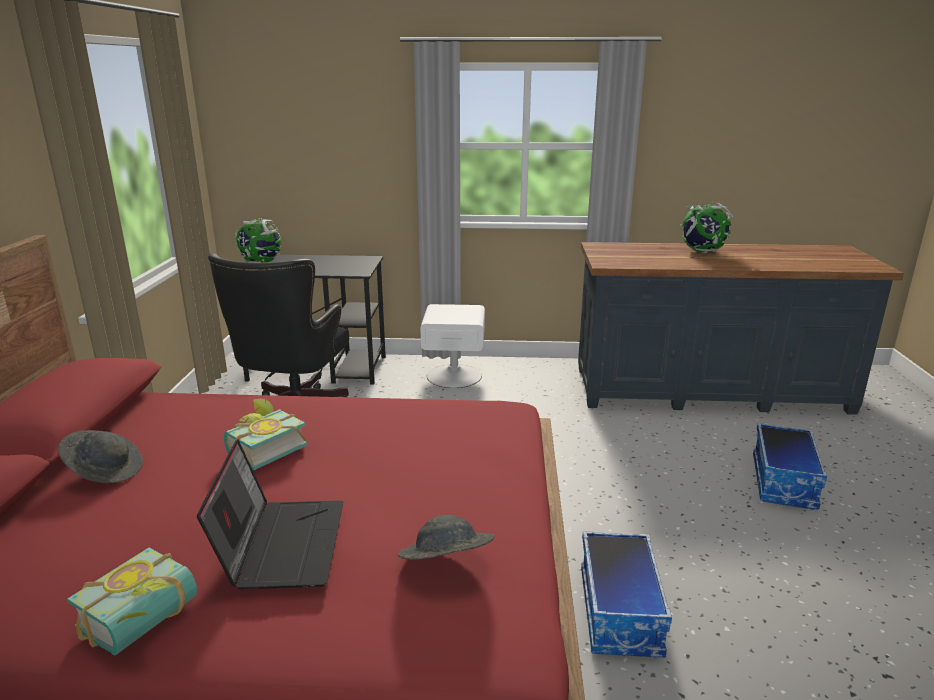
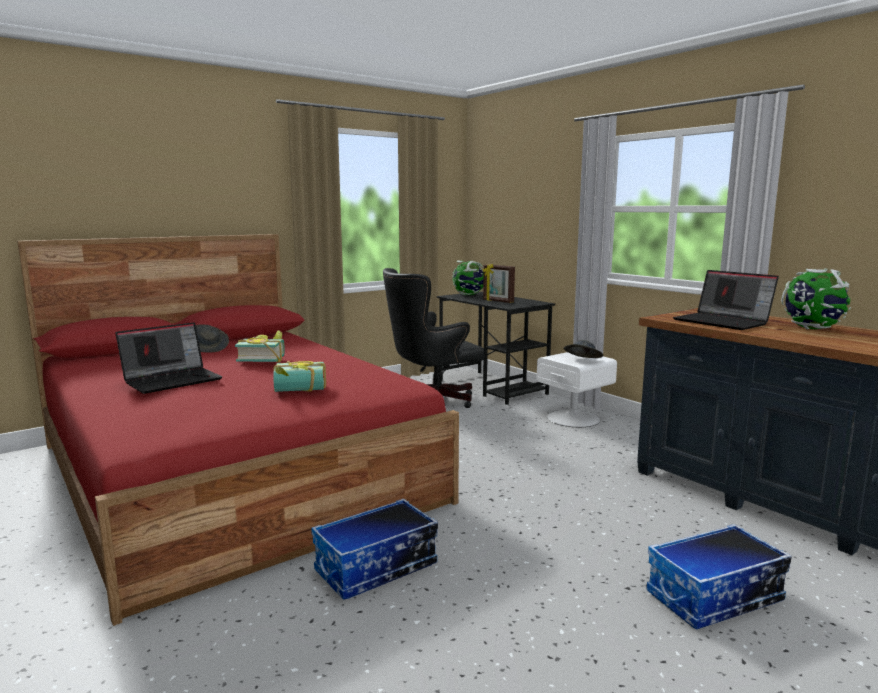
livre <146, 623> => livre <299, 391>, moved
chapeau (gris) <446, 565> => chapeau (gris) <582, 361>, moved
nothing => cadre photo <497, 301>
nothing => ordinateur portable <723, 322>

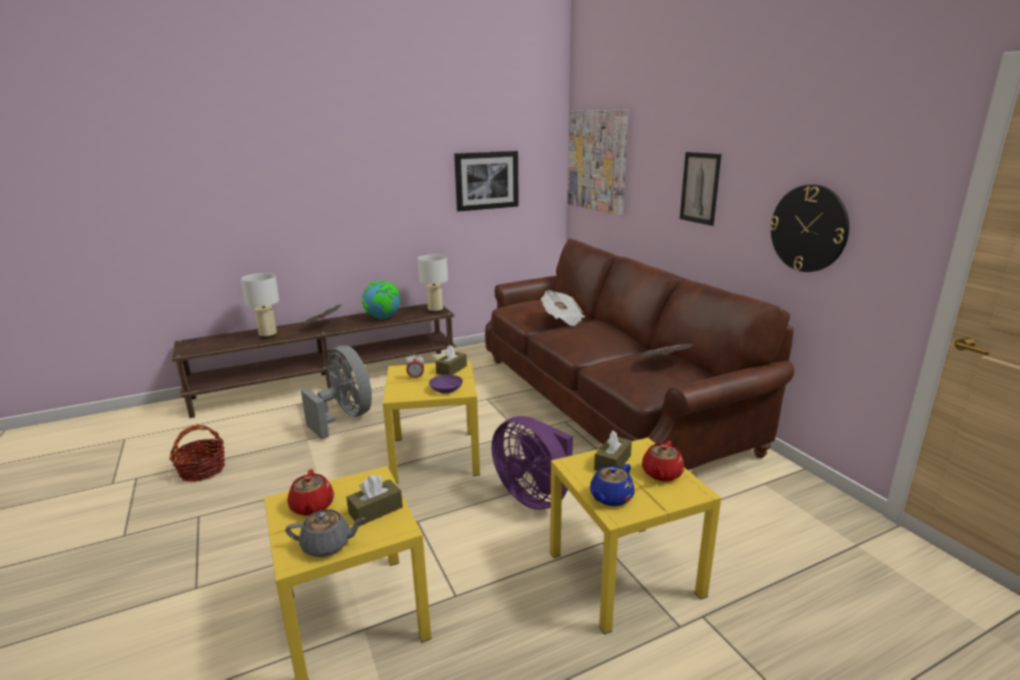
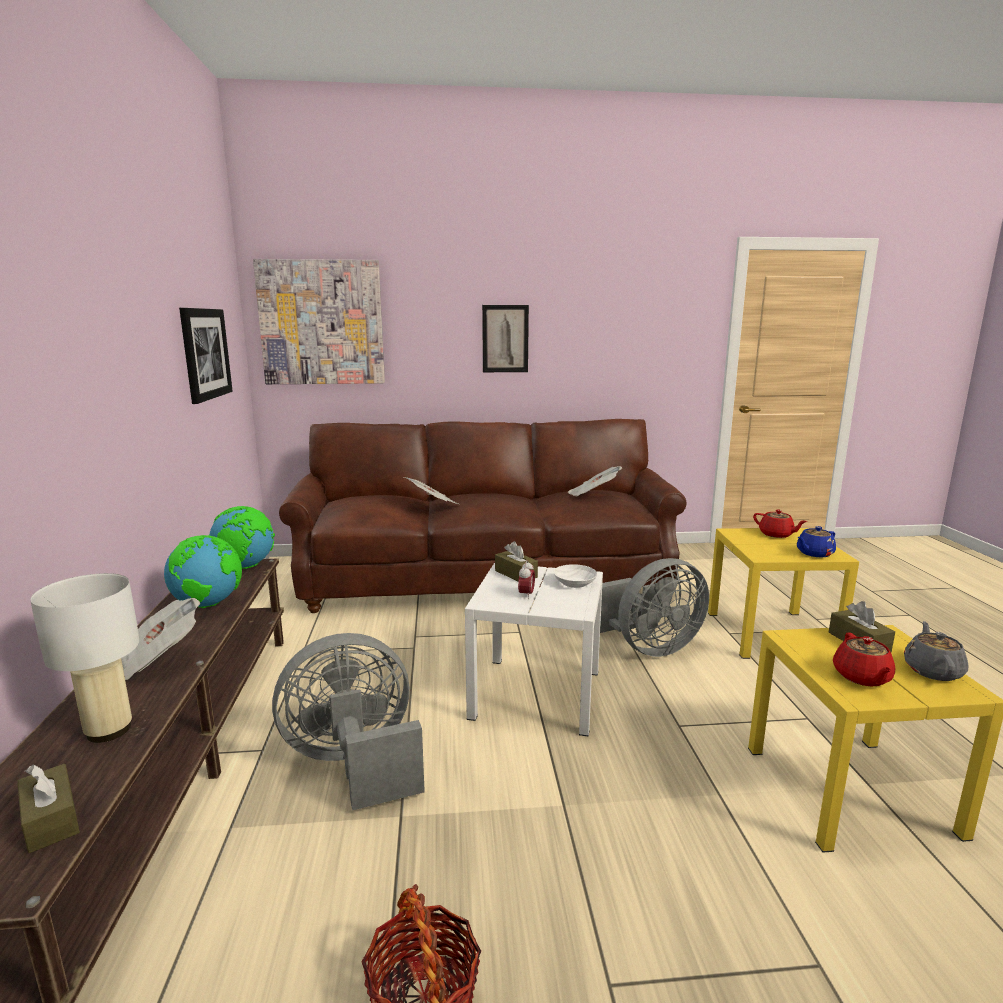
théière (rouge) <312, 507> => théière (rouge) <862, 677>, 90 degrees clockwise
table d'appoint (jaune) <436, 455> => table d'appoint (blanc) <535, 693>
lampe de table (blanc) <435, 311> => globe <245, 567>
bol (violet) <447, 389> => bol (blanc) <575, 582>
ventilateur (violet) <535, 495> => ventilateur (gris) <649, 648>
théière (bleu) <610, 497> => théière (bleu) <814, 553>, 90 degrees clockwise
boîte à mouchoirs (marron) <612, 462> => boîte à mouchoirs (marron) <51, 820>, moved
horloge murale <808, 228> => nothing

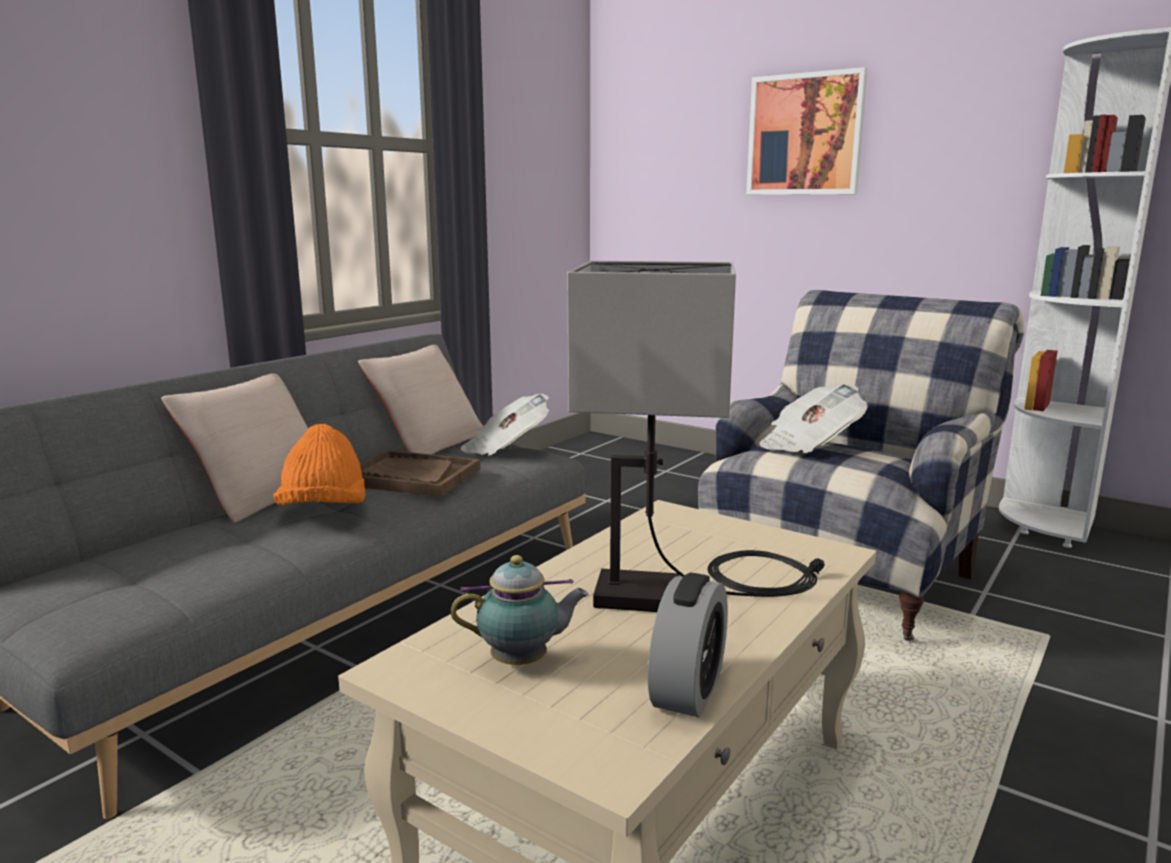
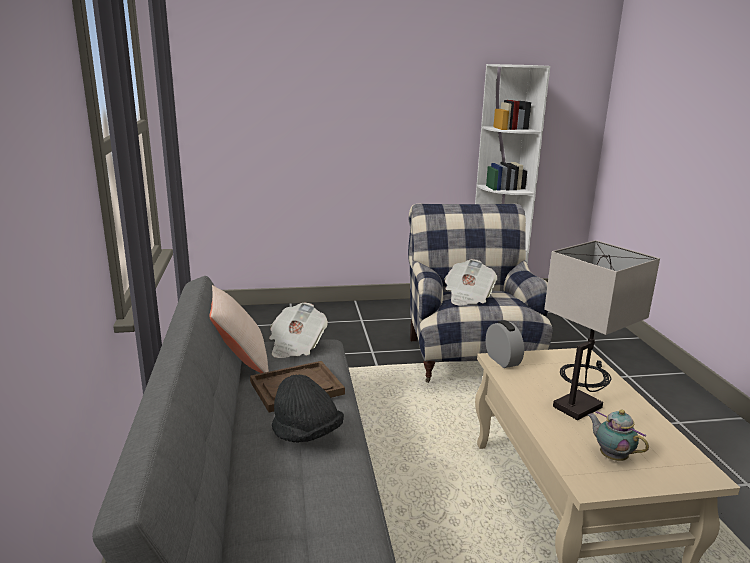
coussin (beige) <262, 494> => nothing
chapeau (orange) <324, 511> => chapeau (noir) <306, 434>
théière <523, 662> => théière <611, 456>, 75 degrees counterclockwise
réveil <688, 690> => réveil <502, 360>, moved
tableau <805, 135> => nothing

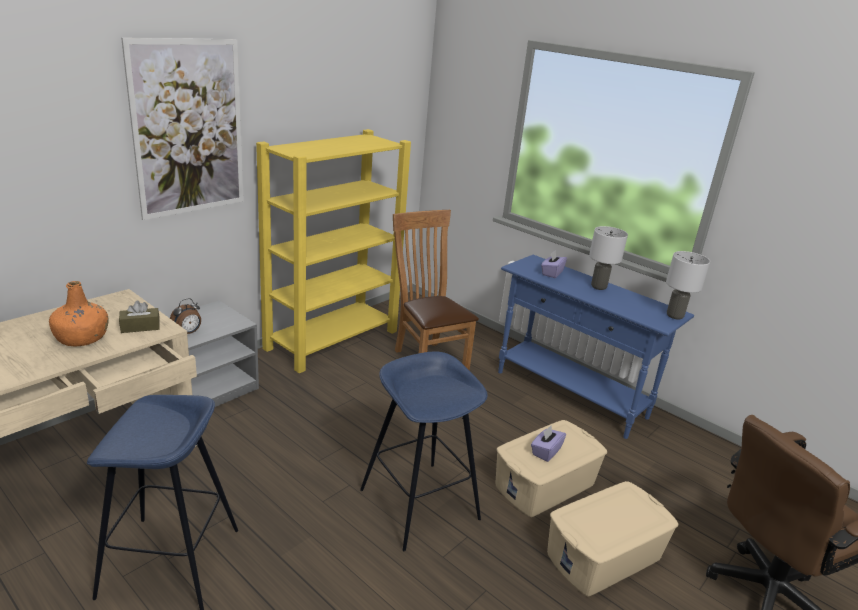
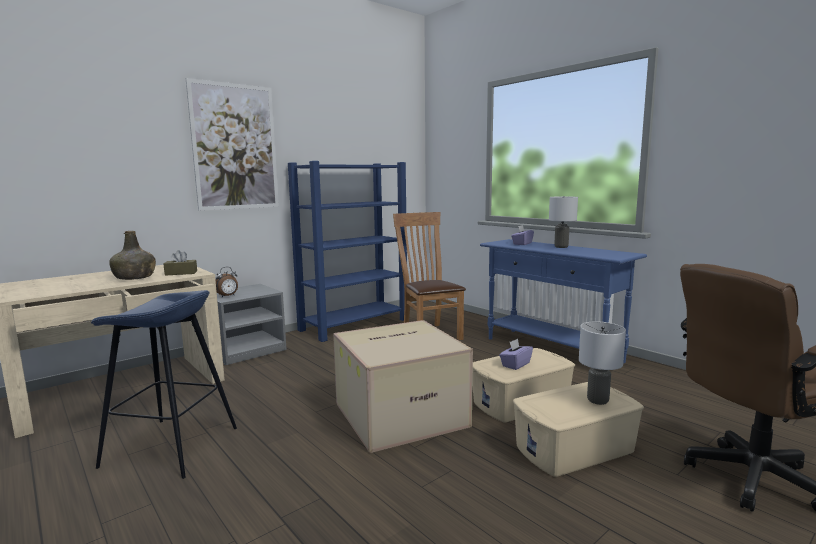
bouteille (orange) <82, 338> => bouteille (vert) <134, 277>
bibliothèque (jaune) <332, 340> => bibliothèque (bleu) <354, 325>
tabouret (bleu) <419, 503> => carton <401, 413>
lampe de table (blanc) <674, 315> => lampe de table (blanc) <597, 400>, moved

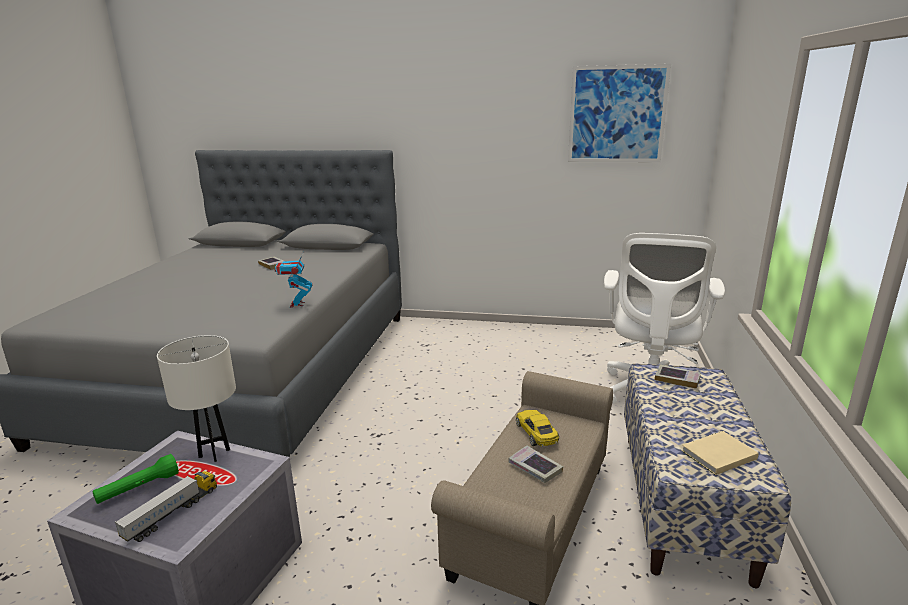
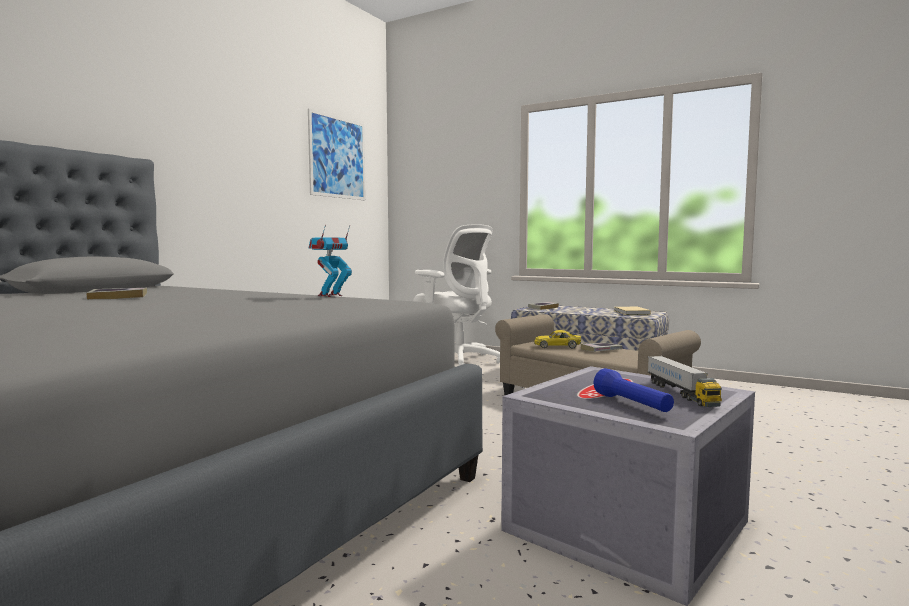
lampe de poche (vert) <138, 489> => lampe de poche (bleu) <632, 405>
camion jouet <172, 514> => camion jouet <681, 393>, 150 degrees counterclockwise
lampe de table (blanc) <214, 453> => nothing
robot jouet <297, 304> => robot jouet <330, 296>, 120 degrees clockwise

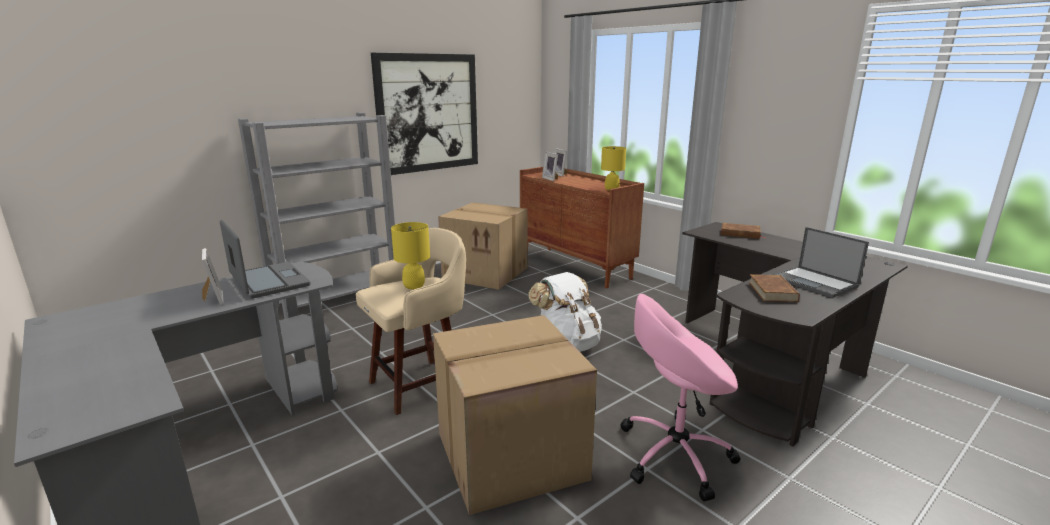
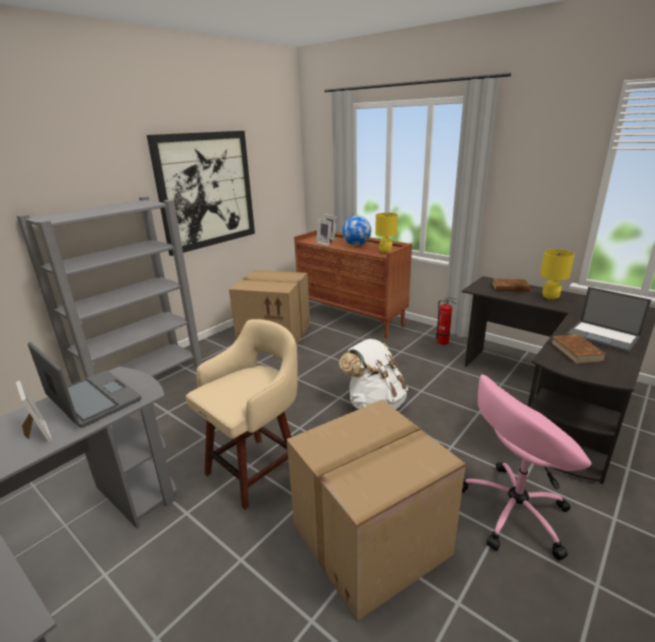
lampe de table (jaune) <413, 287> => lampe de table (jaune) <550, 298>, moved
nothing => globe <356, 245>
nothing => extincteur <444, 342>

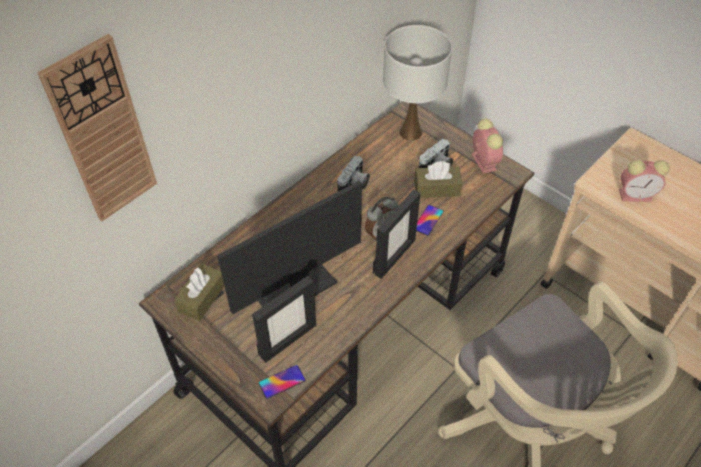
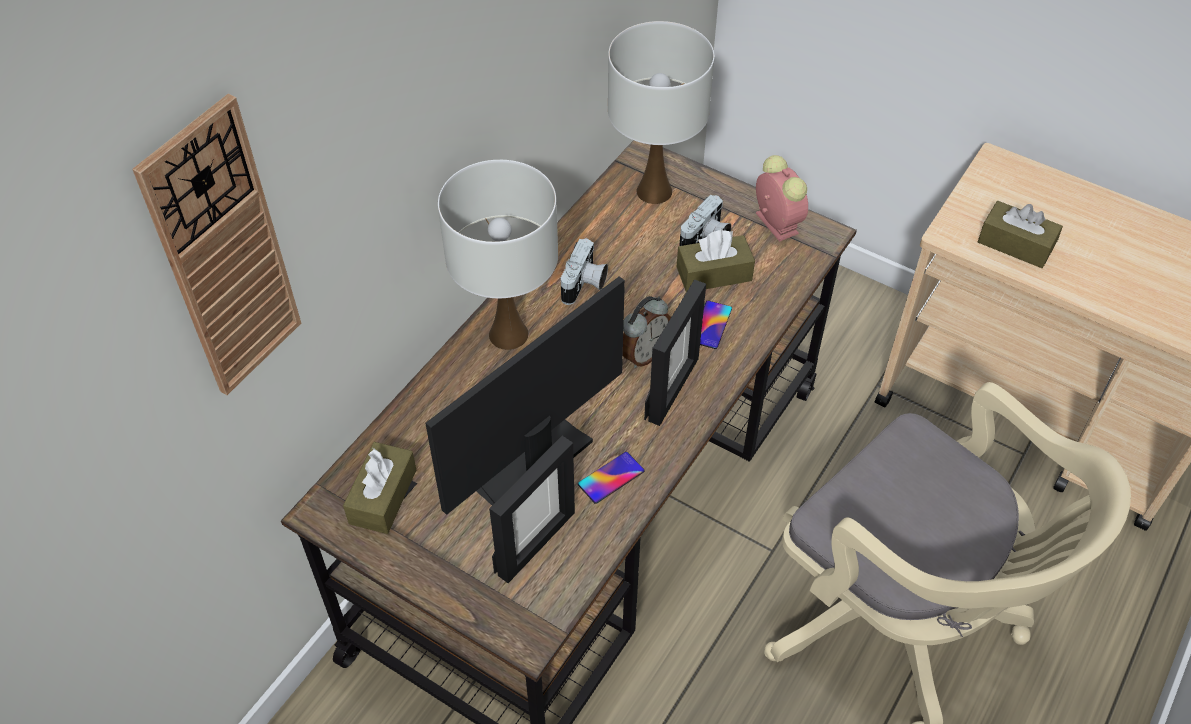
téléphone <282, 382> => téléphone <611, 478>, moved
réveil <636, 195> => boîte à mouchoirs (marron) <1015, 244>
nothing => lampe de table (blanc) <508, 335>

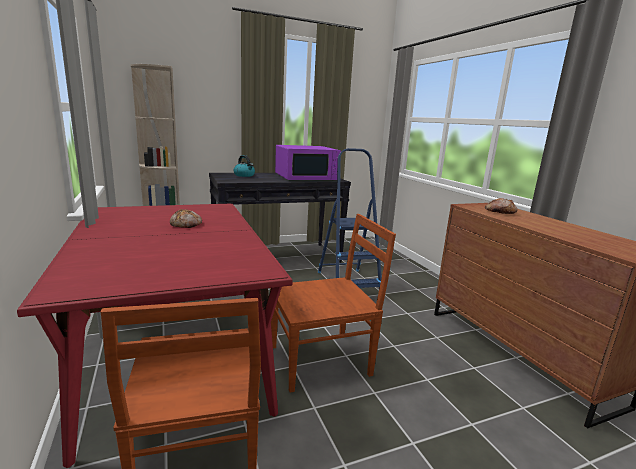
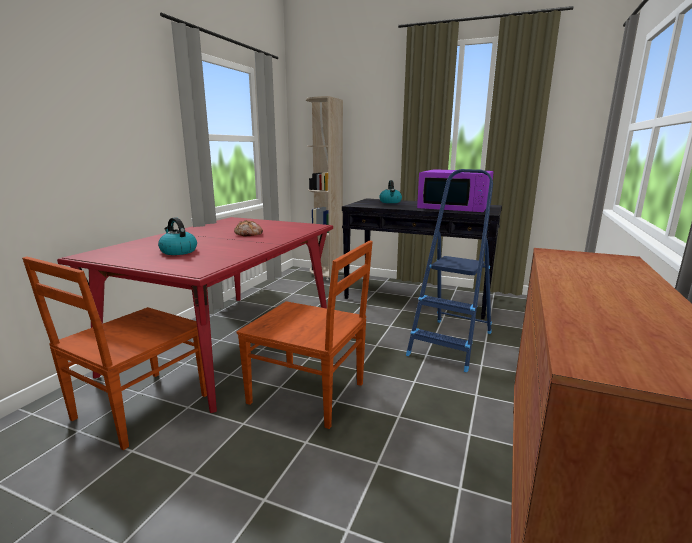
pain <499, 212> => nothing
nothing => bouilloire <178, 251>

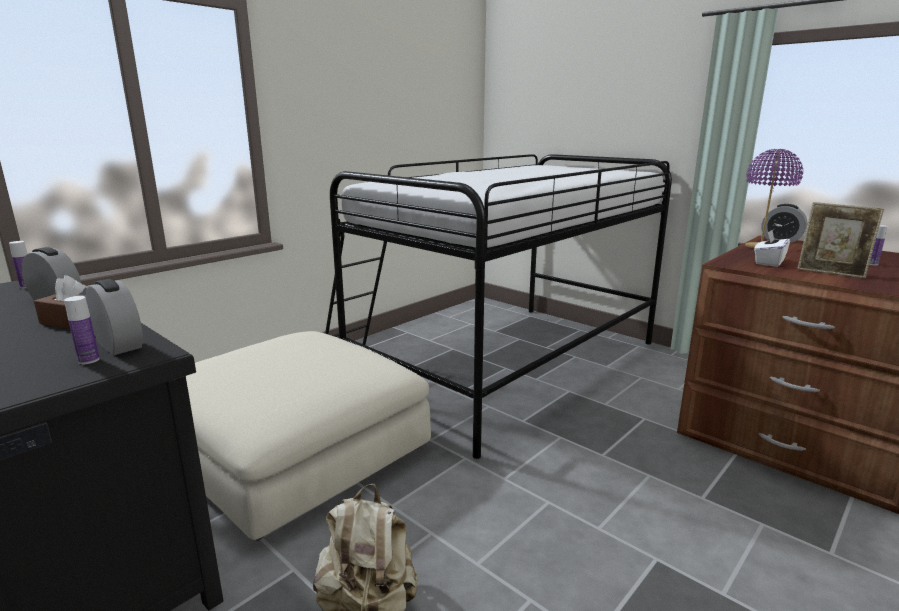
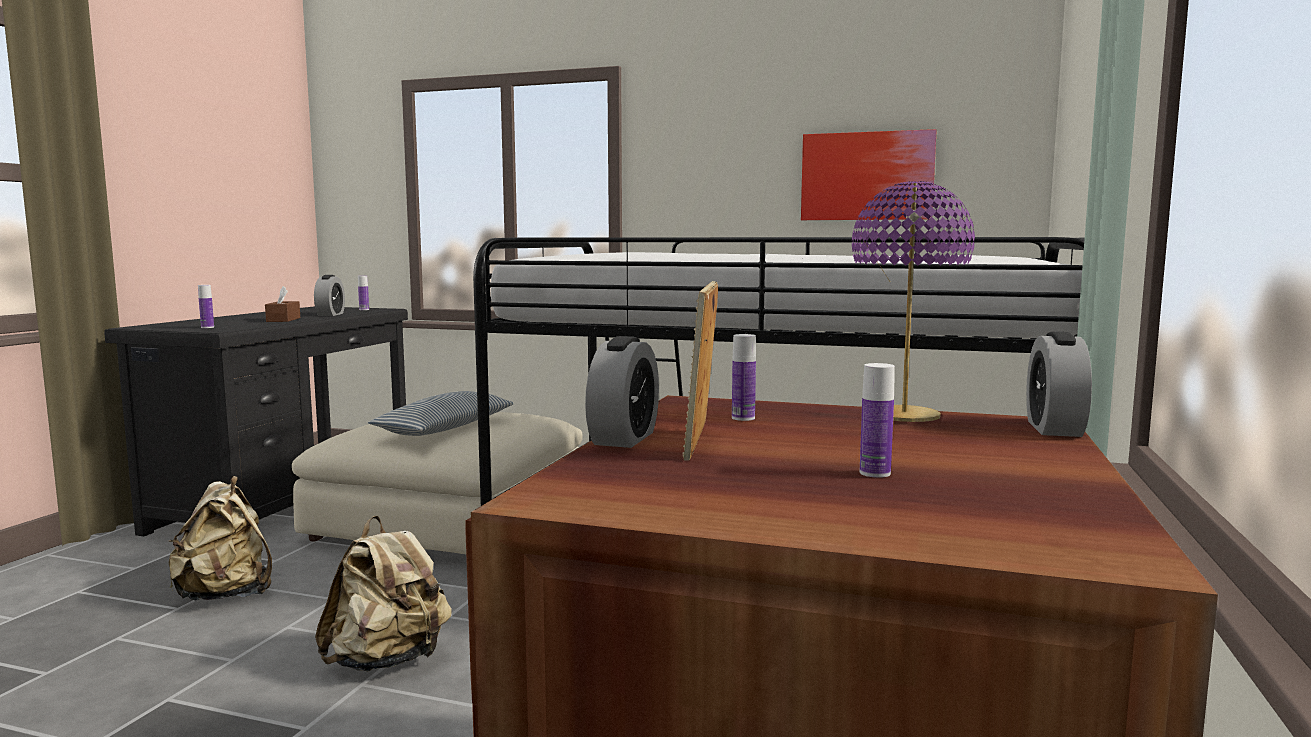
réveil <119, 345> => réveil <624, 438>, moved
boîte à mouchoirs (blanc) <768, 262> => bouteille <743, 418>
nothing => sac à dos (beige) <388, 660>
nothing => coussin <445, 429>
nothing => tableau <867, 176>

